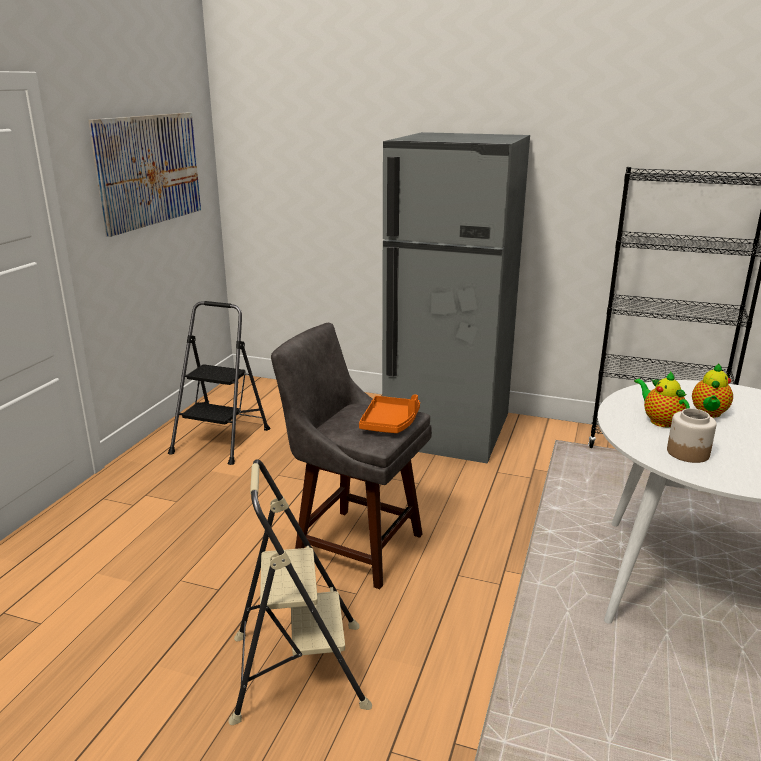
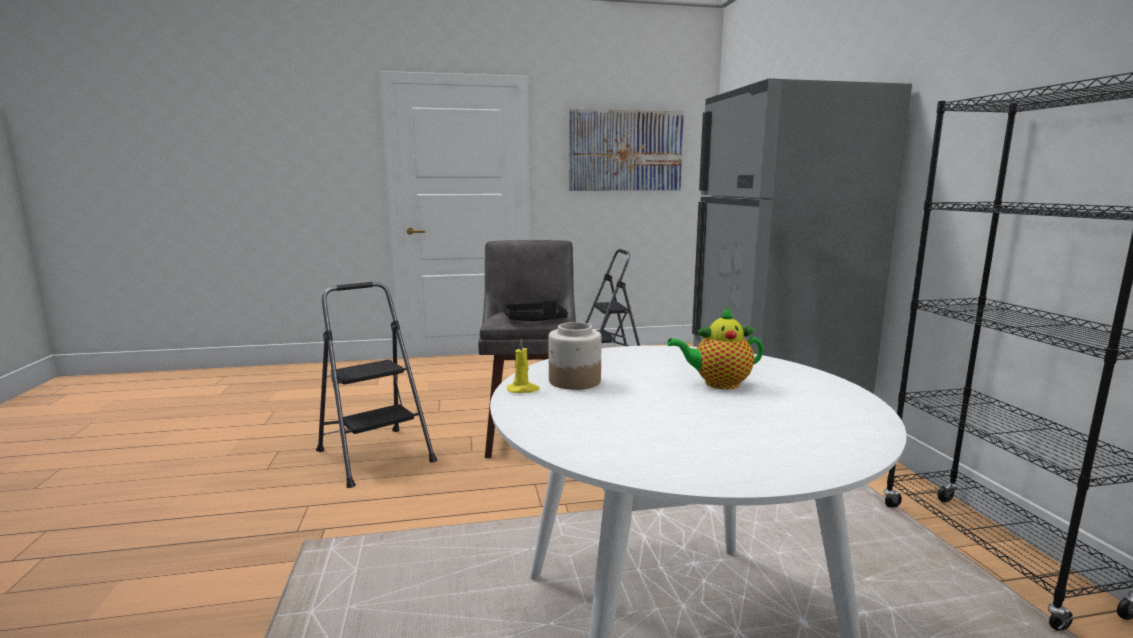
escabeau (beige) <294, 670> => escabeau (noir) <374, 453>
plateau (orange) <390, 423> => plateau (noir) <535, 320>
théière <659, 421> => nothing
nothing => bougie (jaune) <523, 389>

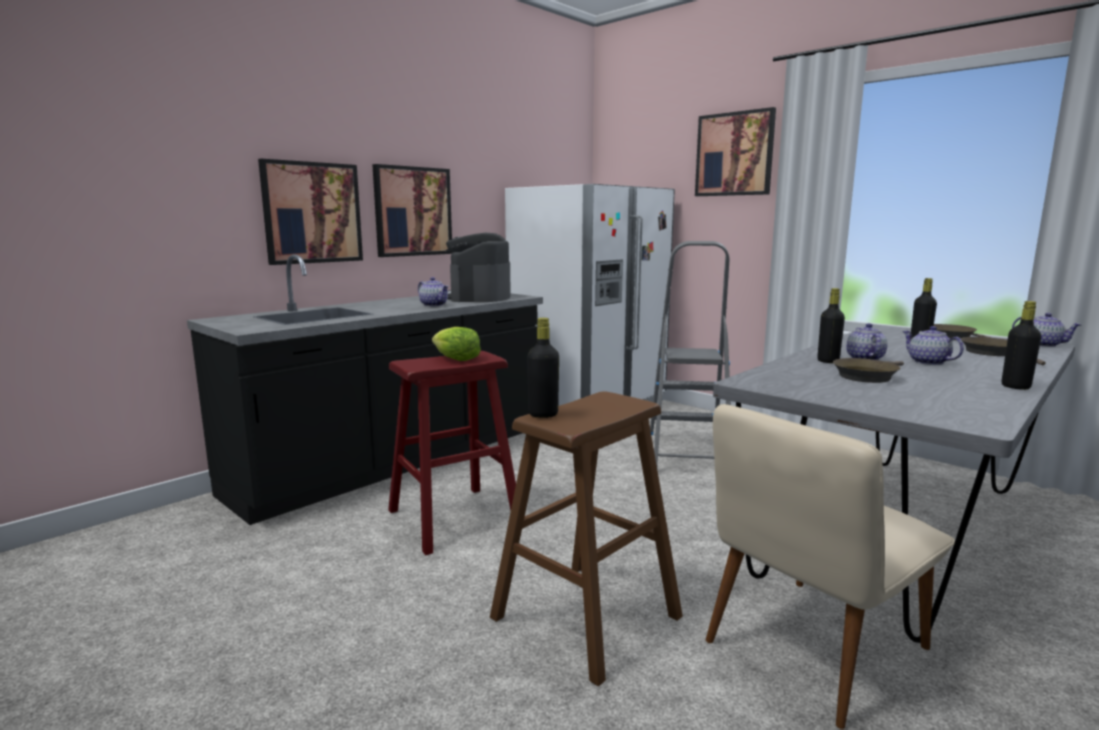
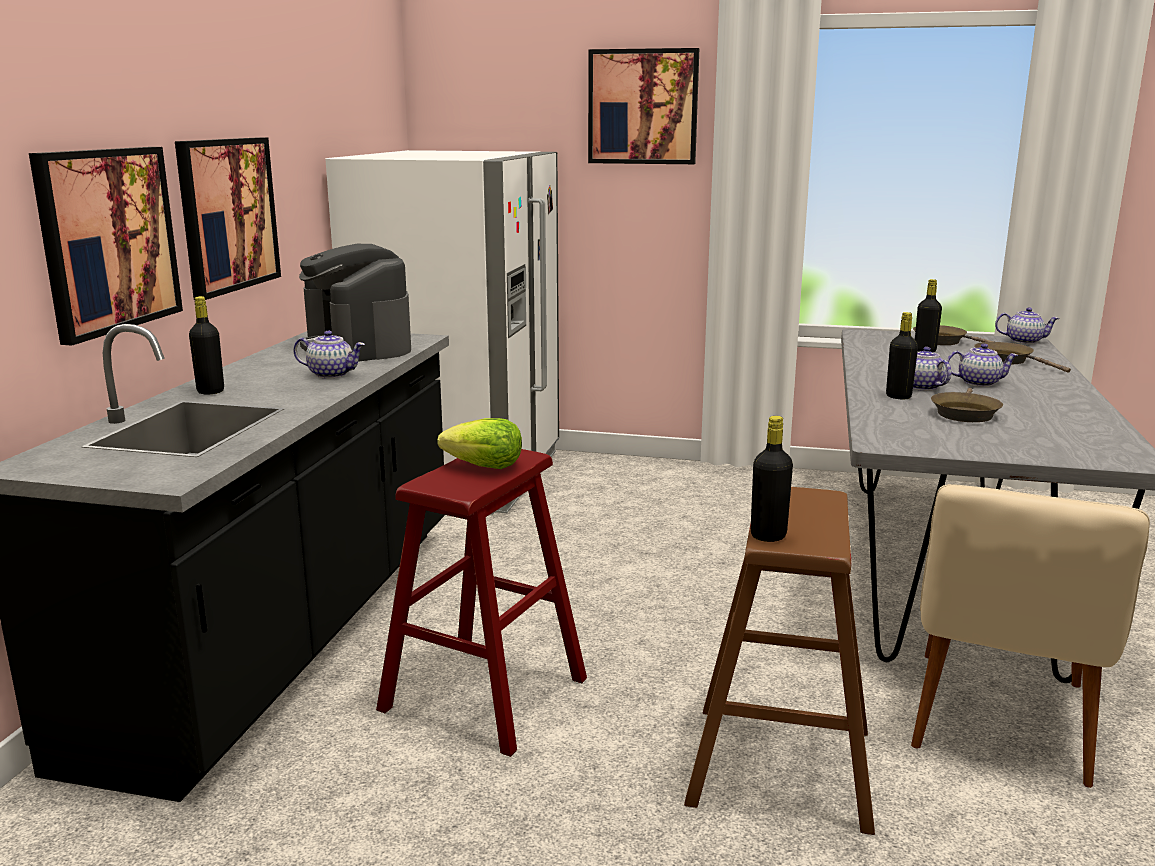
escabeau (gris) <687, 453> => nothing
théière <927, 362> => théière <979, 383>, 150 degrees clockwise
bouteille (noir) <1015, 387> => bouteille (noir) <210, 391>, moved

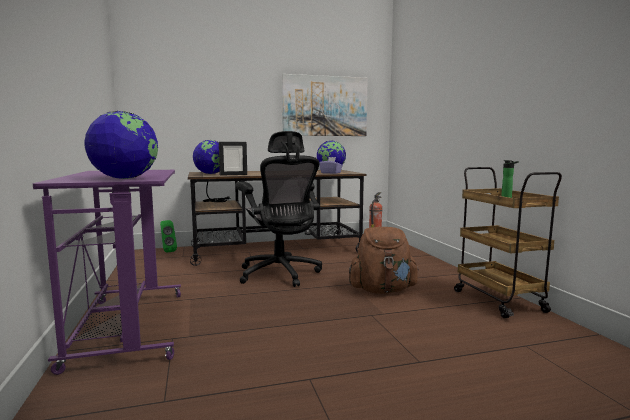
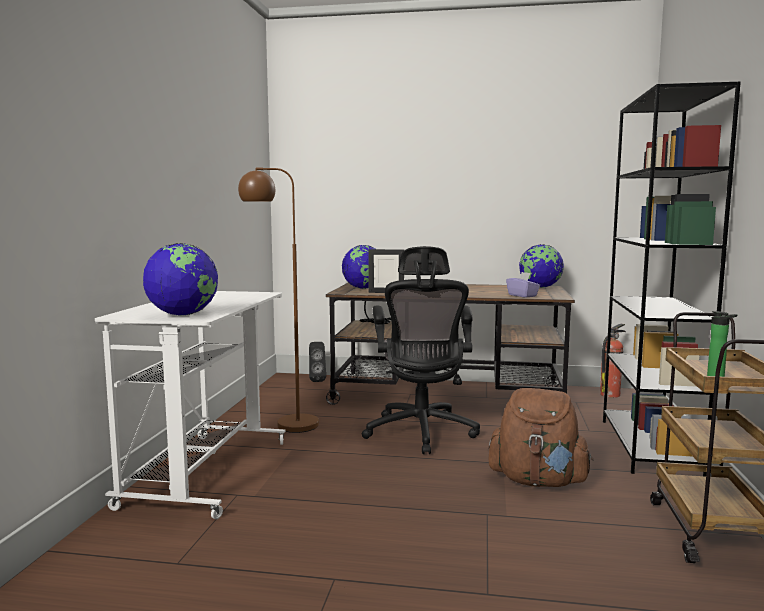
bureau (violet) <129, 327> => bureau (blanc) <207, 472>
enceinte (vert) <167, 251> => enceinte (noir) <317, 380>
tableau <325, 106> => nothing
nothing => lampadaire (marron) <284, 426>
nothing => bibliothèque (noir) <649, 447>

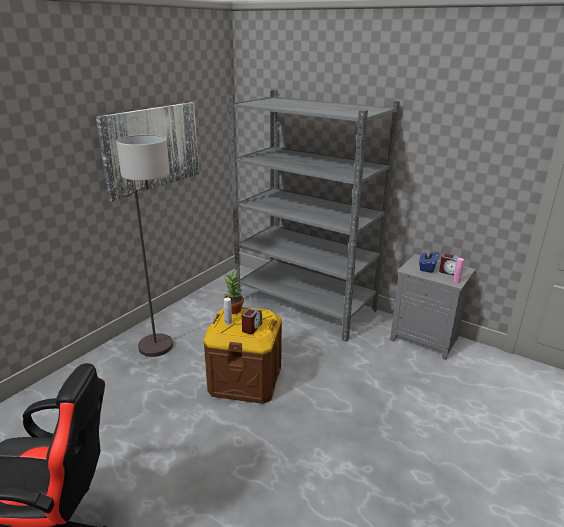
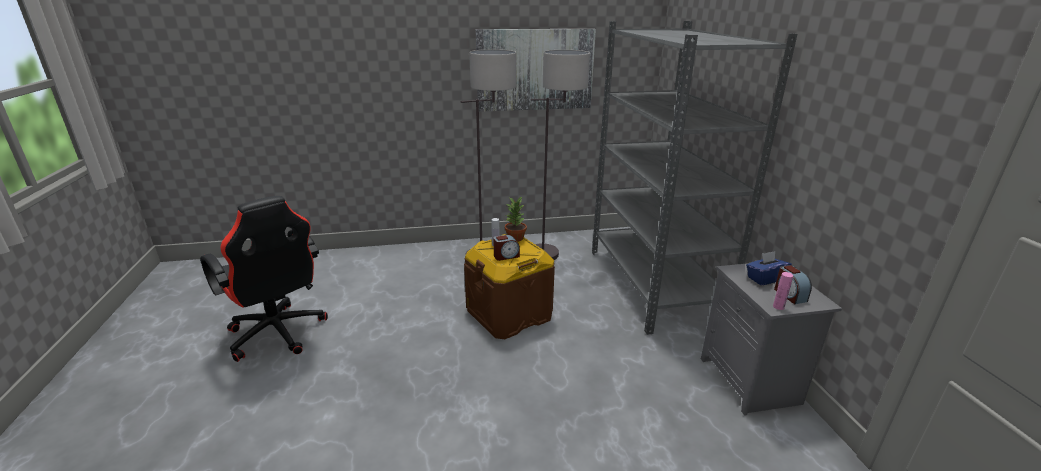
nothing => lampadaire (gris) <552, 254>

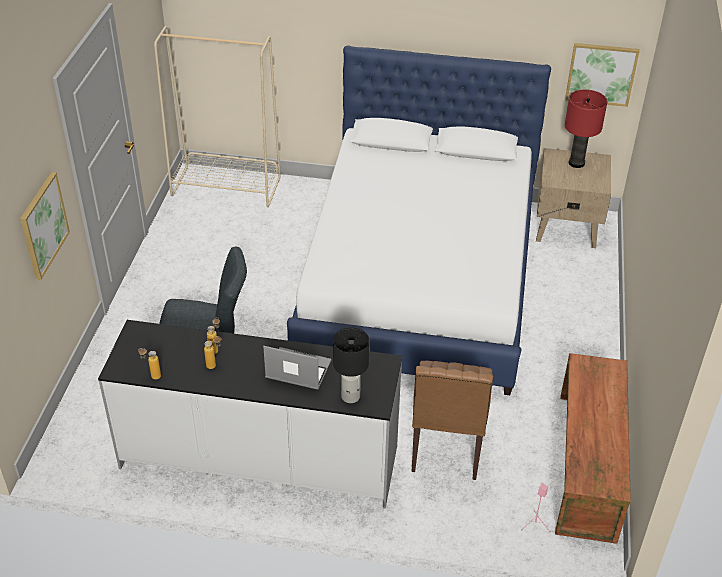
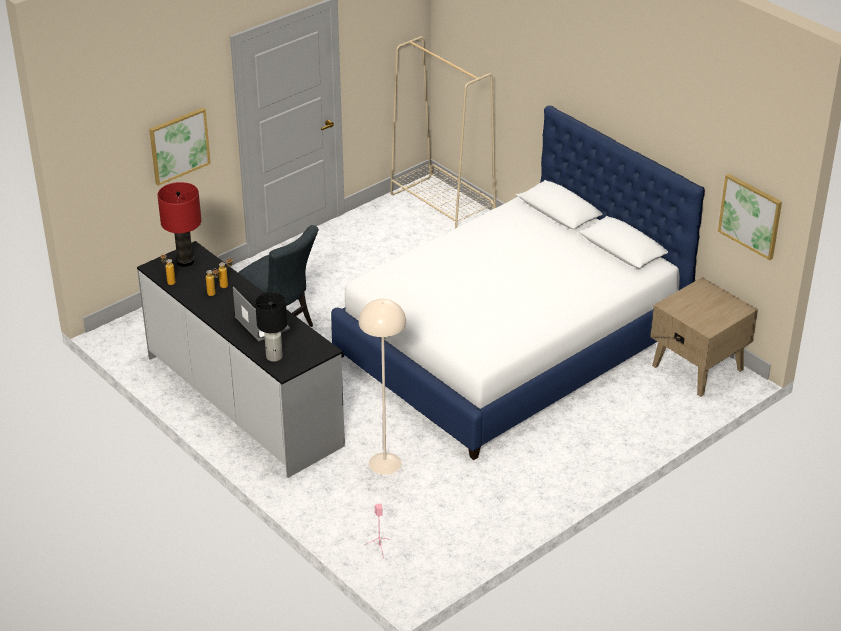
chaise (marron) <447, 442> => lampadaire (beige) <384, 463>
banc (marron) <588, 466> => nothing
lampe de table (rouge) <576, 163> => lampe de table (rouge) <185, 261>, moved

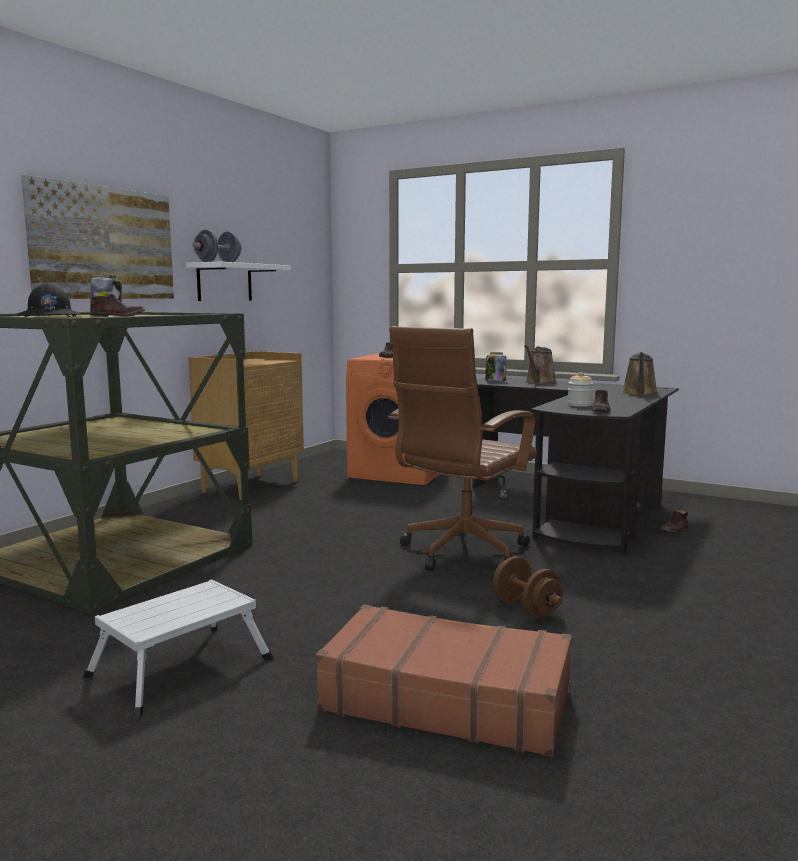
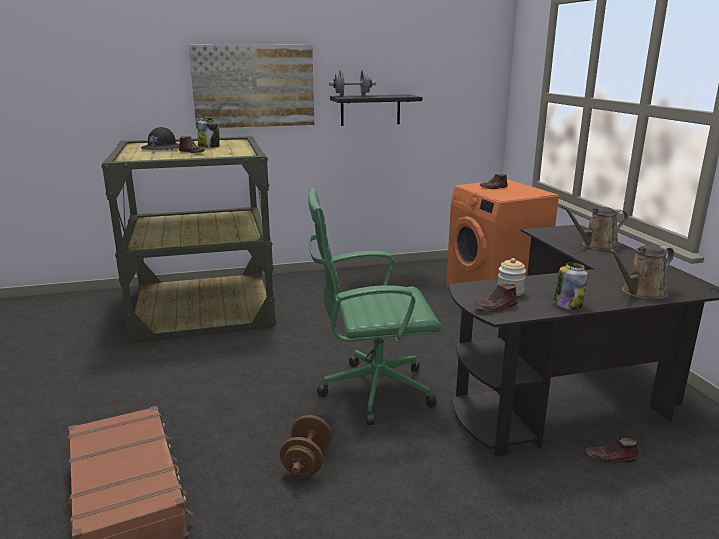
escabeau (blanc) <179, 668> => nothing
étagère (blanc) <224, 282> => étagère (noir) <370, 110>
meuble de rangement (marron) <252, 486> => nothing
chaise de bureau (marron) <461, 554> => chaise de bureau (vert) <371, 391>
bocal <495, 381> => bocal <567, 304>, moved

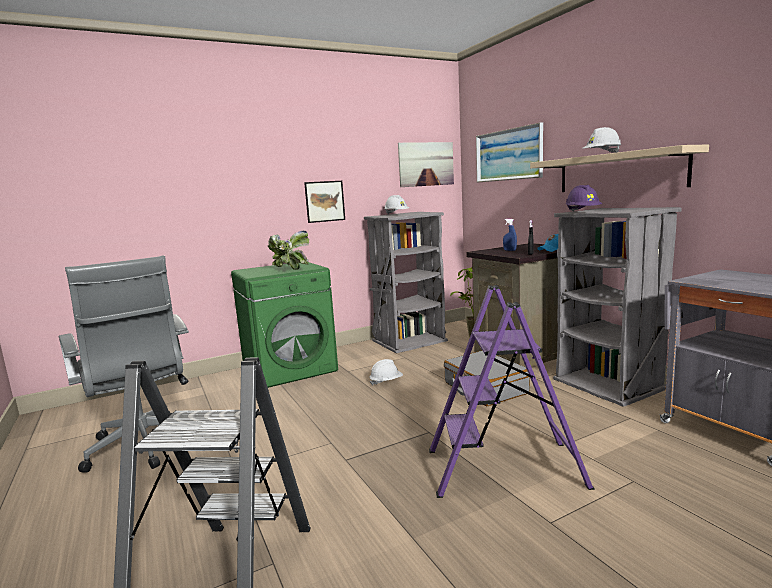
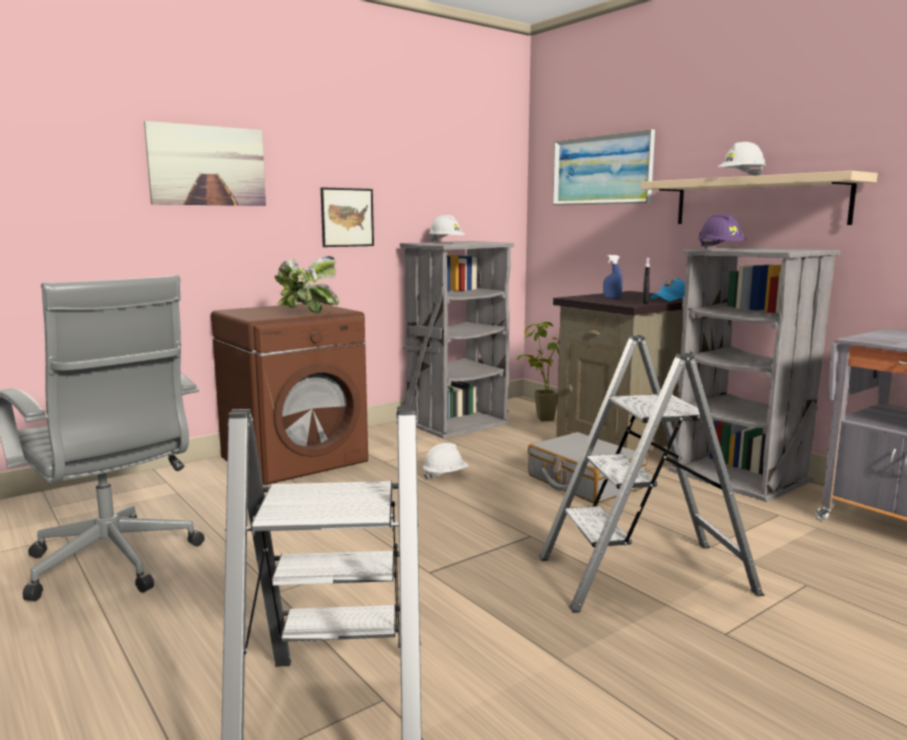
lave-linge (vert) <292, 369> => lave-linge (marron) <298, 459>
tableau <426, 164> => tableau <207, 166>, moved
escabeau (violet) <506, 467> => escabeau (gris) <648, 574>

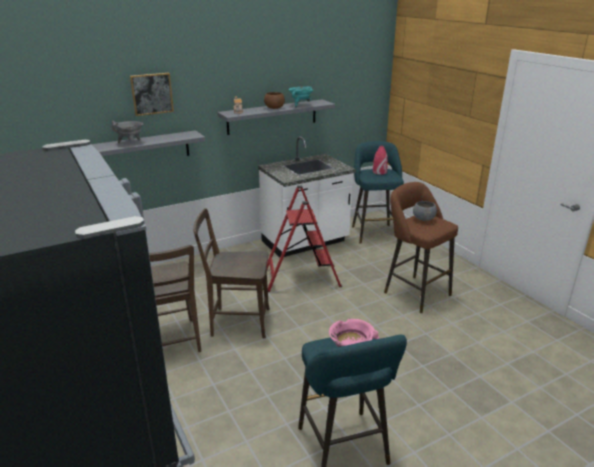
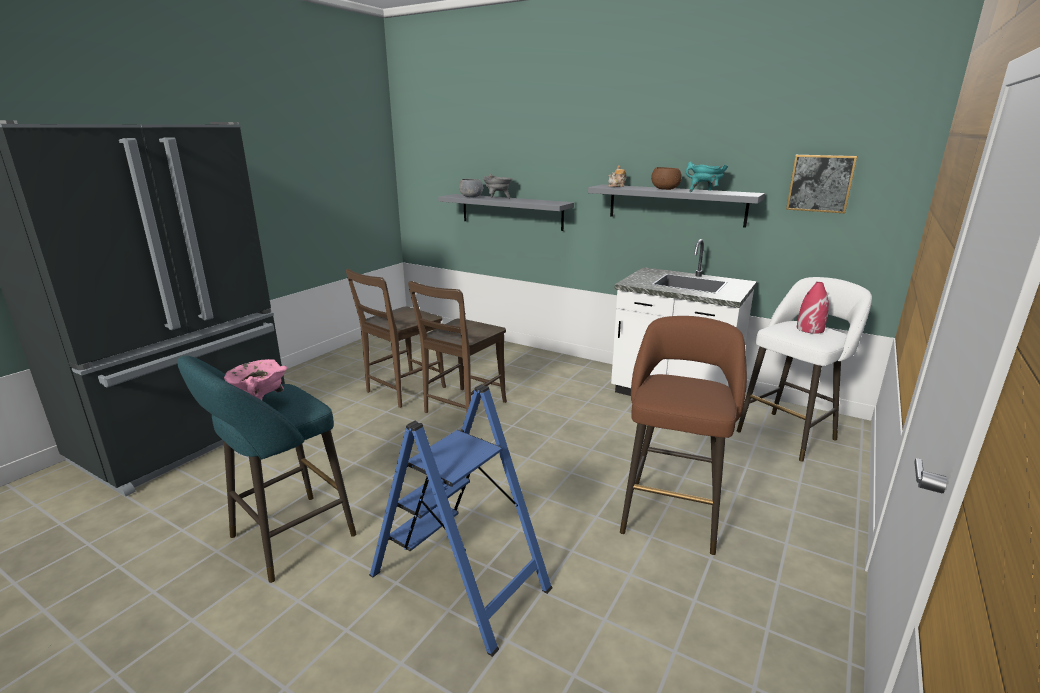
tableau <152, 94> => tableau <820, 183>, moved
chaise (marron) <236, 322> => chaise (marron) <462, 409>, 120 degrees counterclockwise
escabeau (rouge) <300, 277> => nothing
tabouret (turquoise) <374, 232> => tabouret (blanc) <789, 434>
bol (gris) <424, 219> => bol (gris) <471, 197>, moved
nothing => escabeau (bleu) <461, 582>

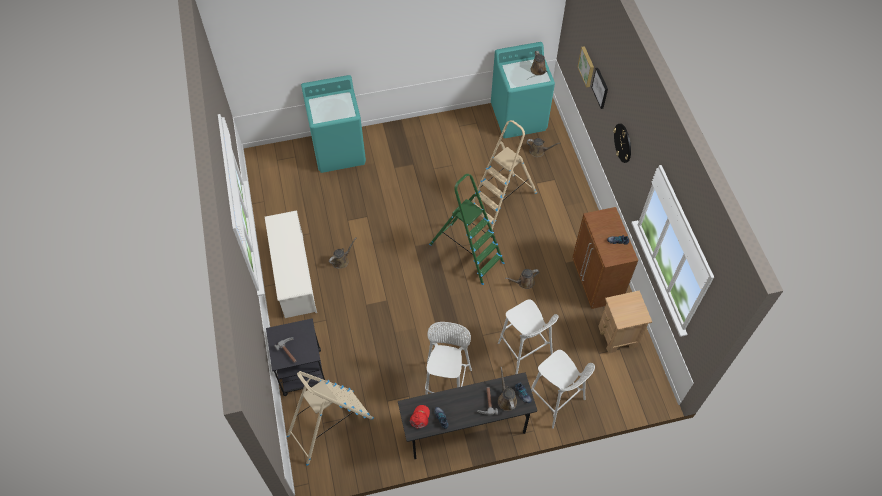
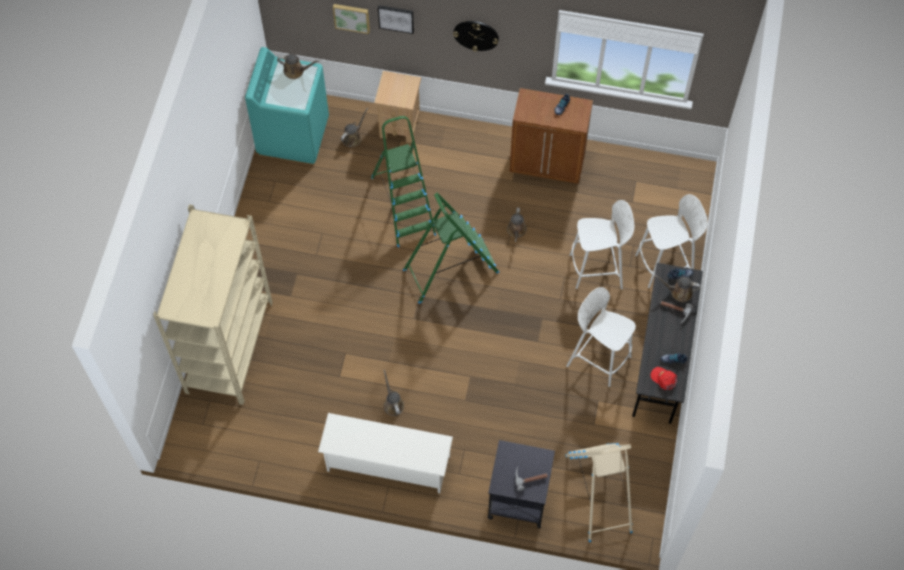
lave-linge (turquoise) <339, 150> => bibliothèque (beige) <229, 347>
escabeau (beige) <502, 203> => escabeau (vert) <403, 206>
table de chevet (beige) <617, 337> => table de chevet (beige) <400, 127>, moved

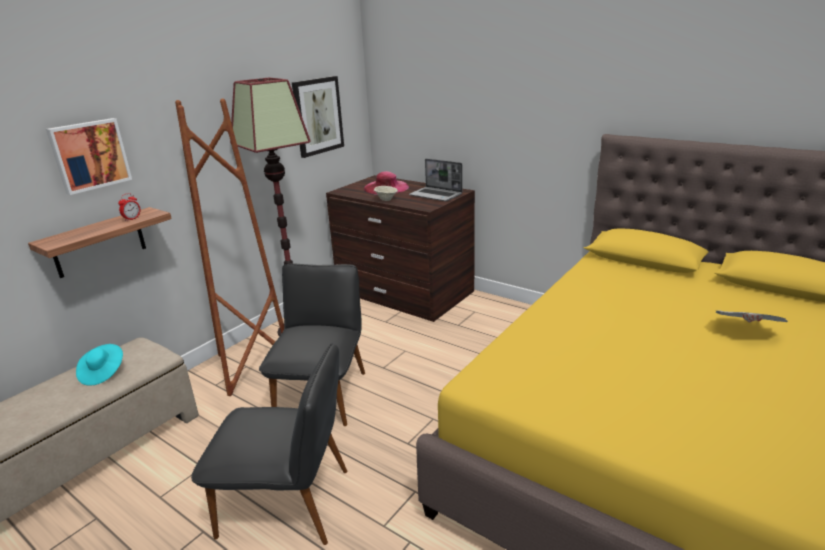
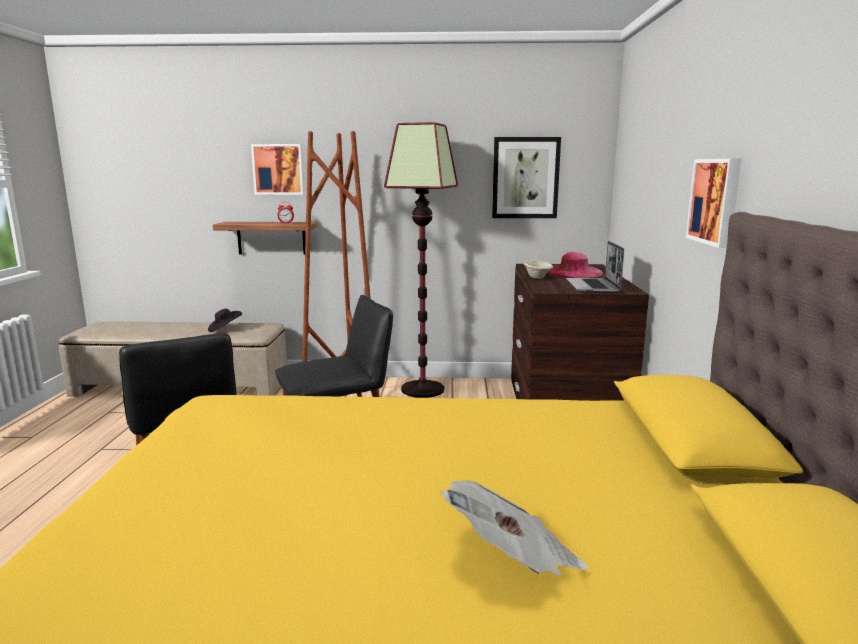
chapeau (turquoise) <102, 373> => chapeau (noir) <225, 329>
nothing => tableau <716, 201>

